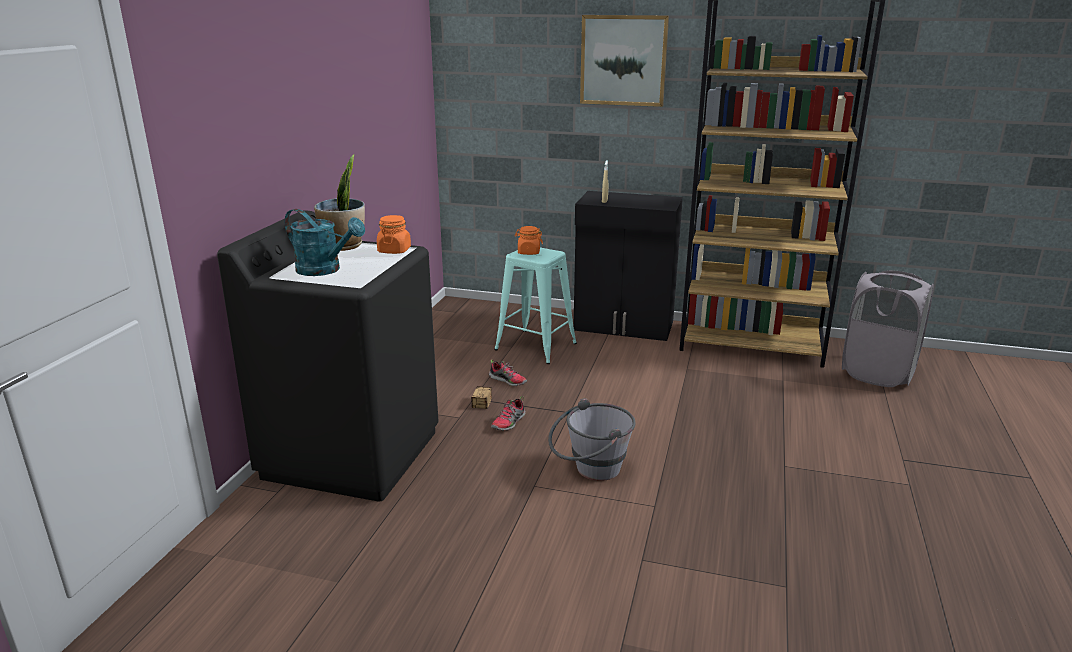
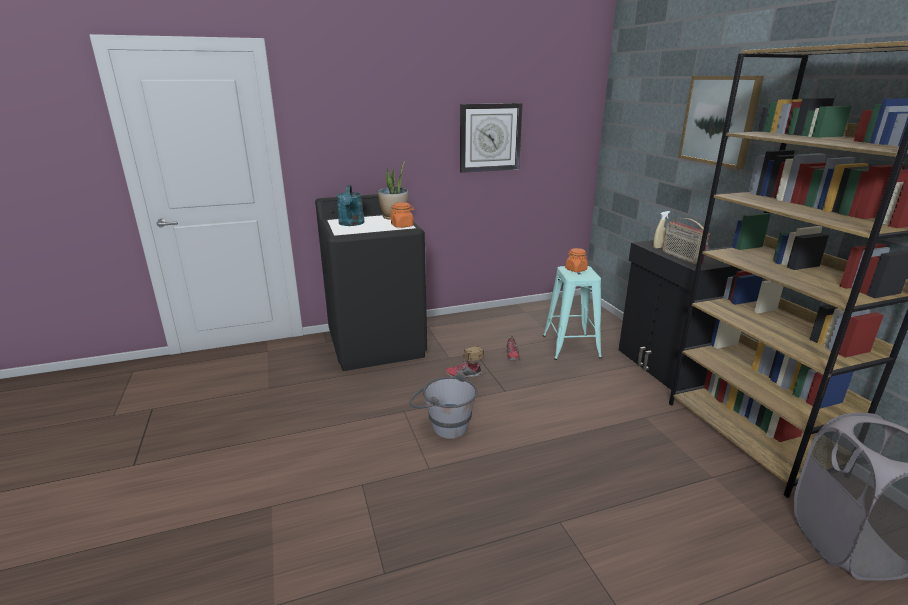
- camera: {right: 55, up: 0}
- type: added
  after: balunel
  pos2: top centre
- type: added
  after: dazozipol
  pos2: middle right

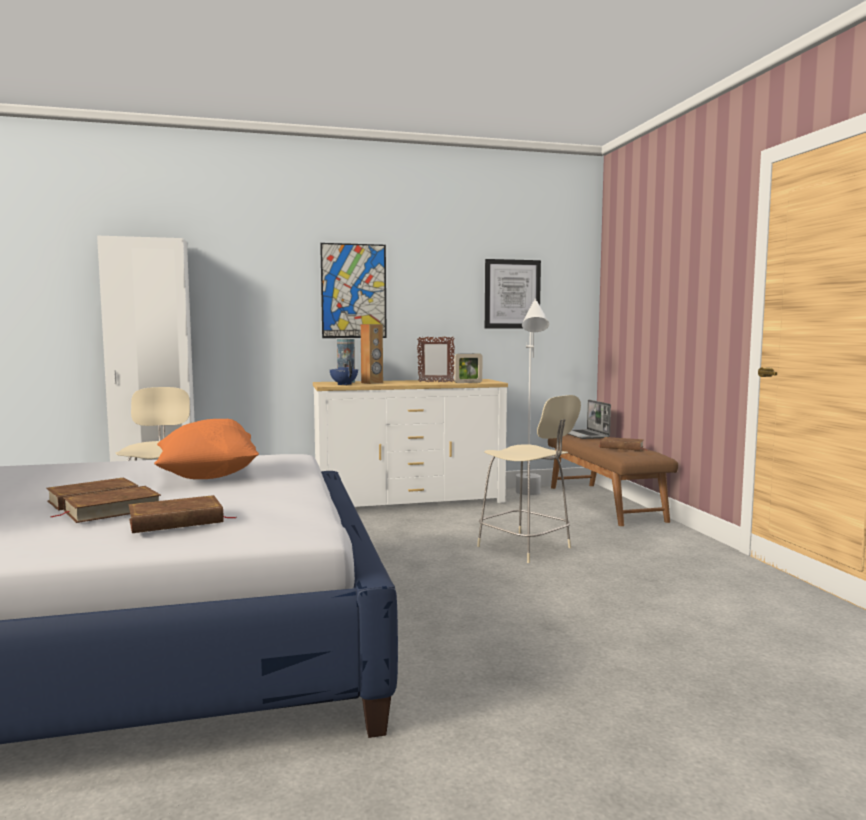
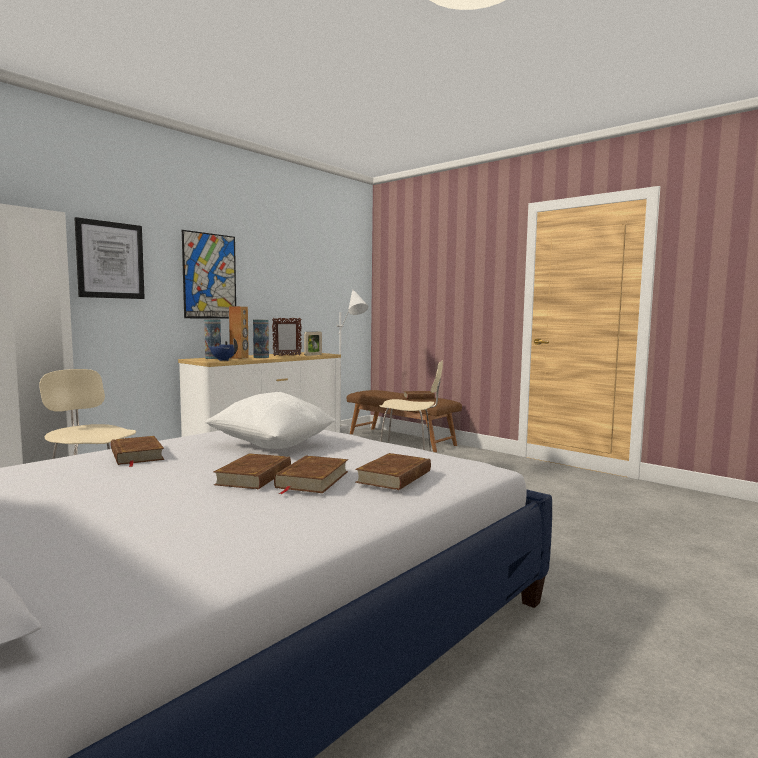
- camera: {right: -35, up: 0}
- type: moved
  before: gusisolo (2nd from left in the first image)
  after: gusisolo (1st from left)
  pos1: centre
  pos2: middle left
- type: added
  after: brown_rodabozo (1st from left)
  pos2: middle left
- type: recoloured
  before: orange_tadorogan
  after: white_tadorogan
  pos1: middle left
  pos2: centre
- type: added
  after: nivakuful (2nd from left)
  pos2: centre
- type: removed
  before: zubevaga
  pos1: middle right

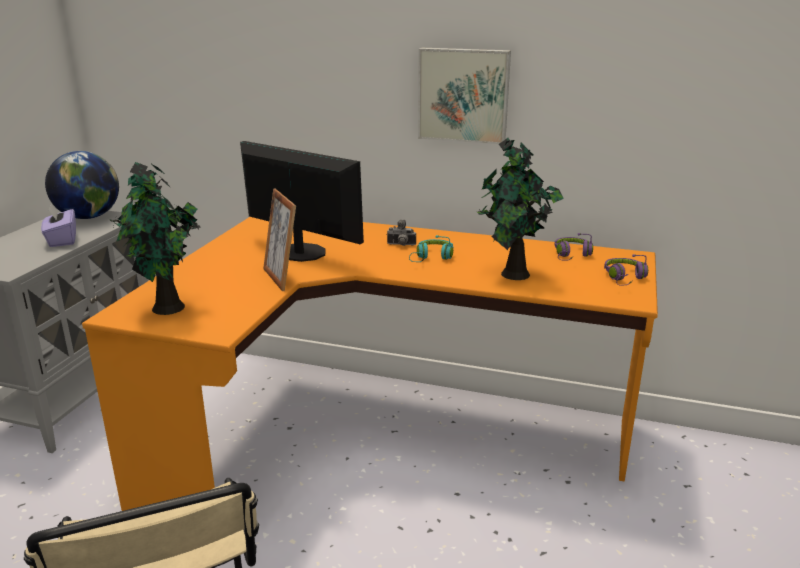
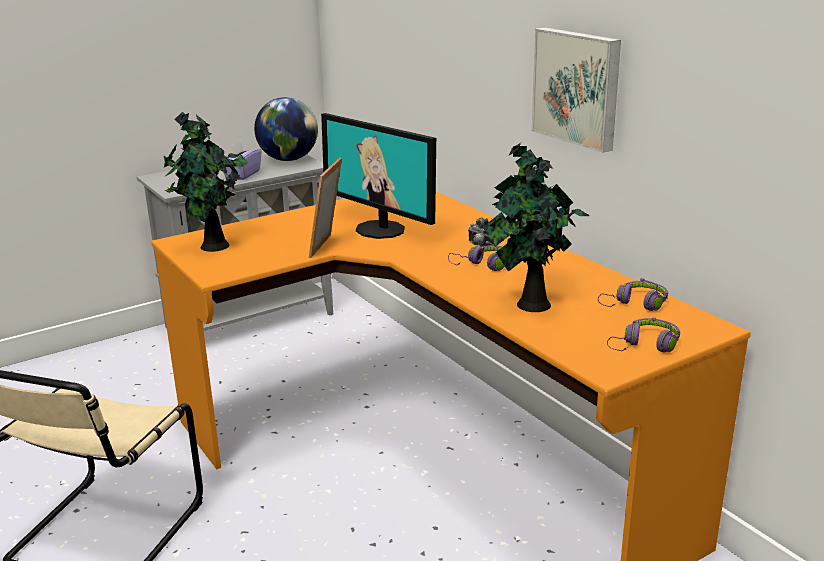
- camera: {right: 40, up: 0}
- type: turned
  before: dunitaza
  pos1: centre
  pos2: top centre
  turn: 150
- type: recoloured
  before: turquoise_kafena
  after: purple_kafena (1st from left)
  pos1: centre
  pos2: centre

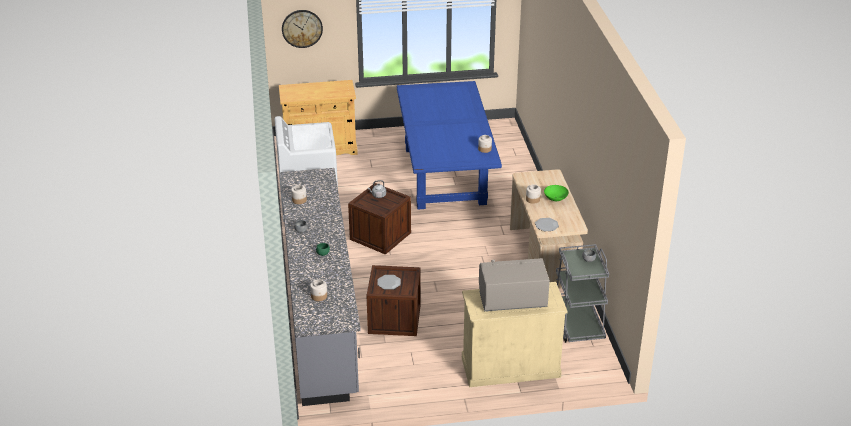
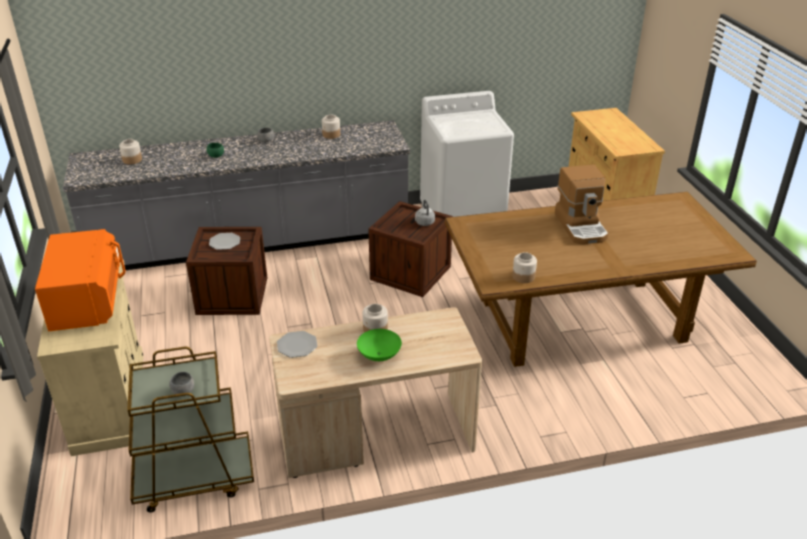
- camera: {right: 85, up: 0}
- type: recoloured
  before: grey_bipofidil
  after: orange_bipofidil
  pos1: bottom centre
  pos2: middle left
- type: recoloured
  before: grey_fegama
  after: brown_fegama
  pos1: bottom right
  pos2: bottom left
- type: recoloured
  before: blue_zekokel
  after: brown_zekokel
  pos1: centre
  pos2: middle right
- type: added
  after: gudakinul
  pos2: middle right
- type: removed
  before: balunel
  pos1: top centre

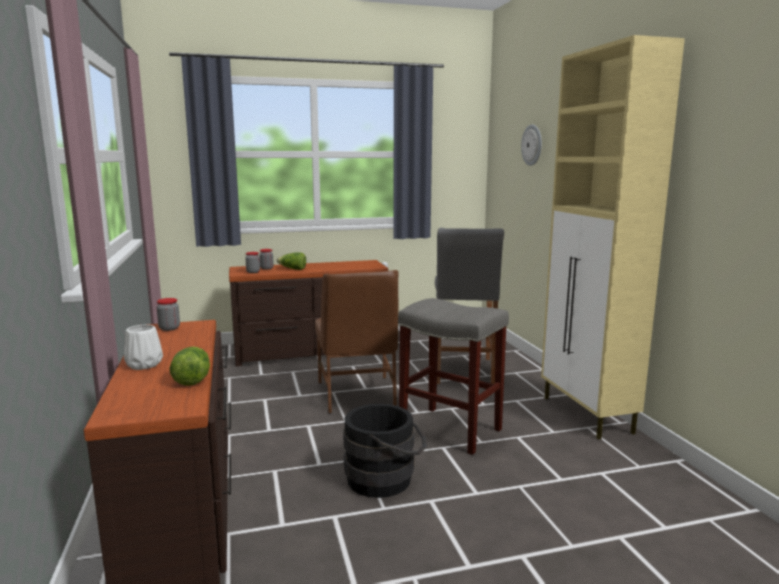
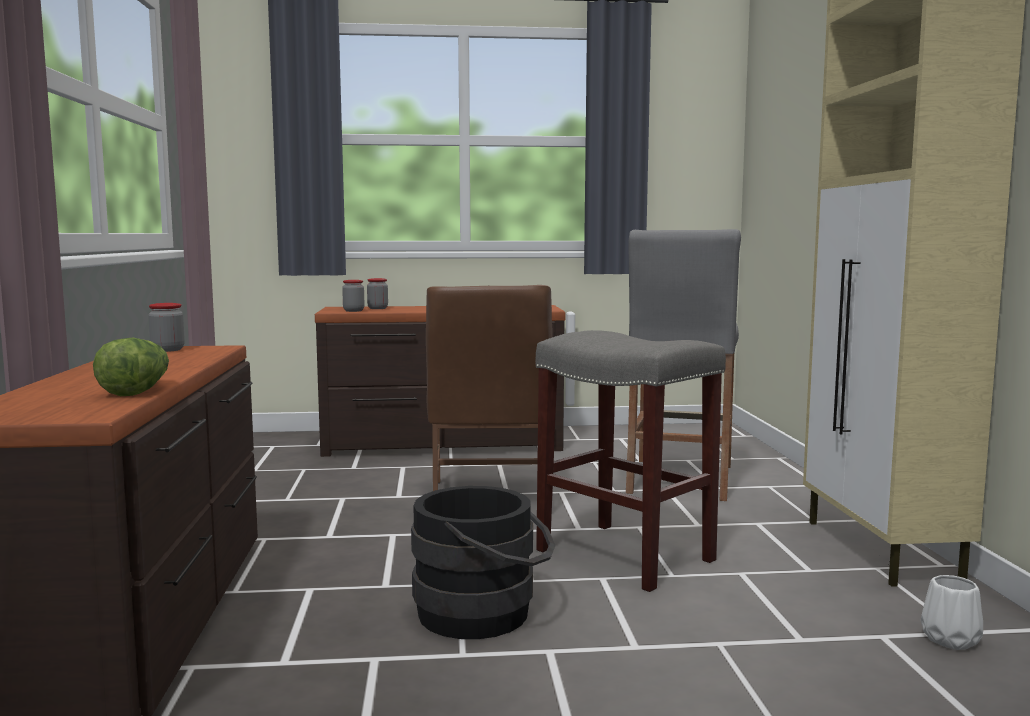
- camera: {right: 10, up: -5}
- type: moved
  before: white_nivakuful
  pos1: middle left
  pos2: bottom right
- type: removed
  before: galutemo (2nd from left)
  pos1: centre
- type: removed
  before: balunel
  pos1: top right

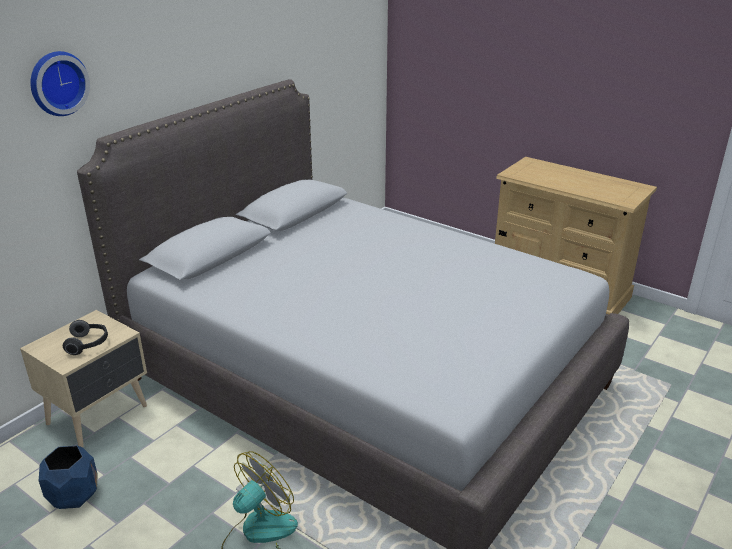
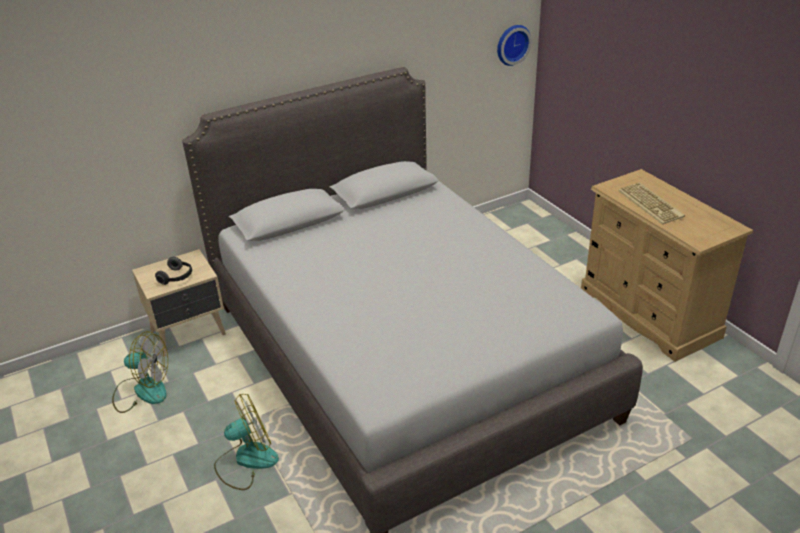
- camera: {right: 25, up: 5}
- type: replaced
  before: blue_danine
  after: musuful (1st from left)
  pos1: bottom left
  pos2: bottom left
- type: moved
  before: balunel
  pos1: top left
  pos2: top centre
- type: added
  after: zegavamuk
  pos2: middle right

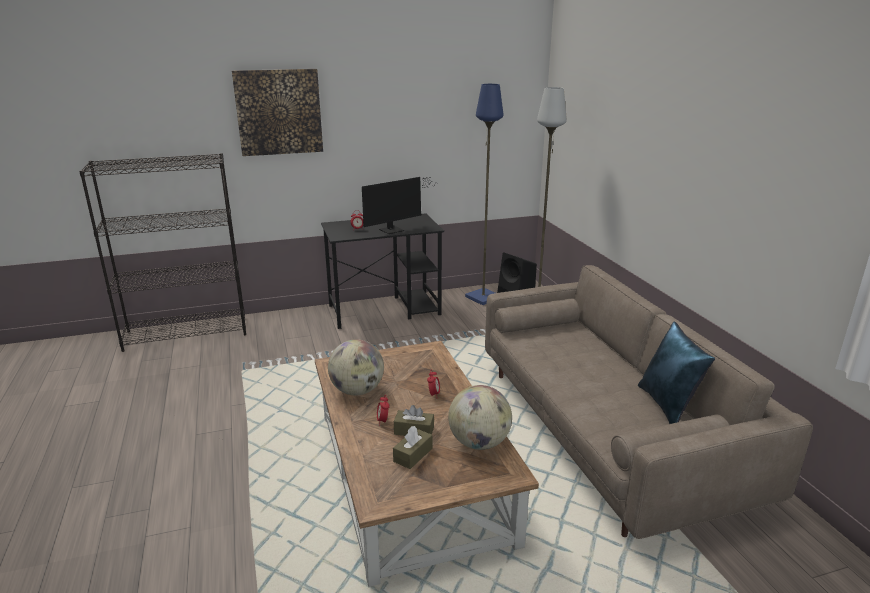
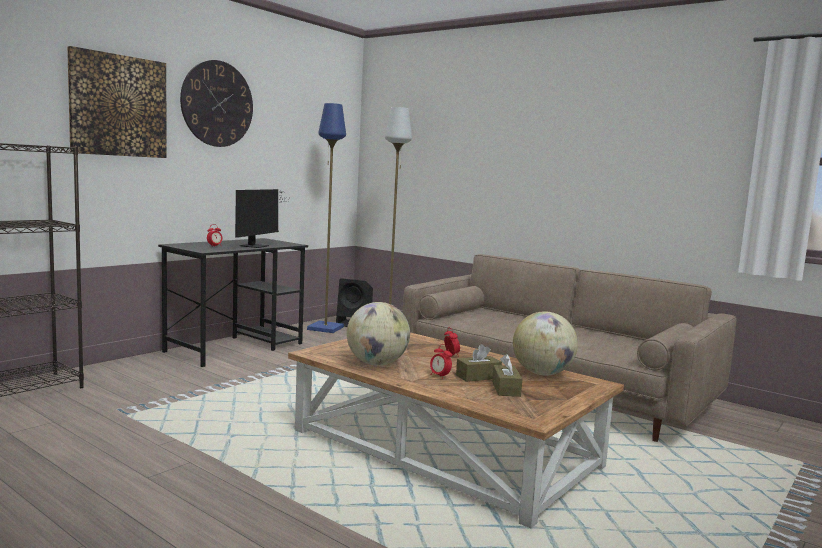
- camera: {right: -35, up: -15}
- type: added
  after: balunel
  pos2: top left
- type: removed
  before: blue_tadorogan
  pos1: middle right

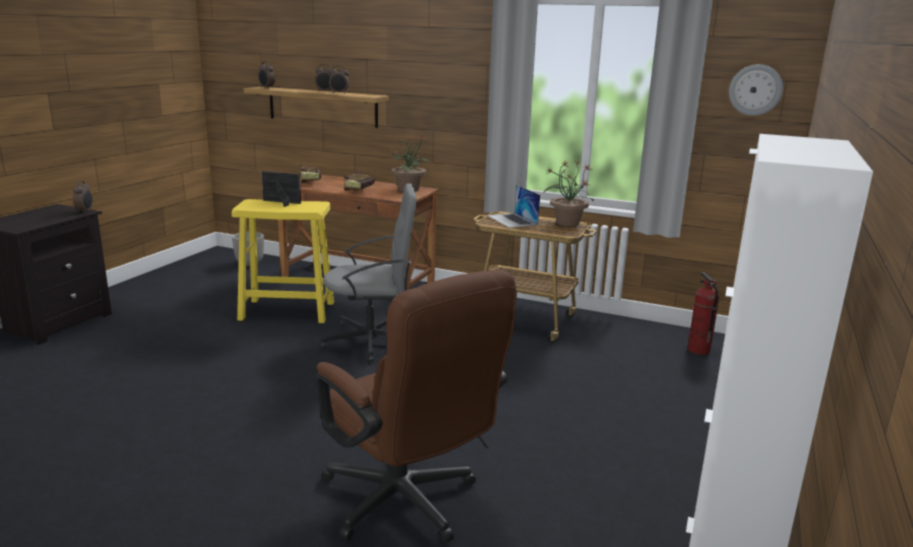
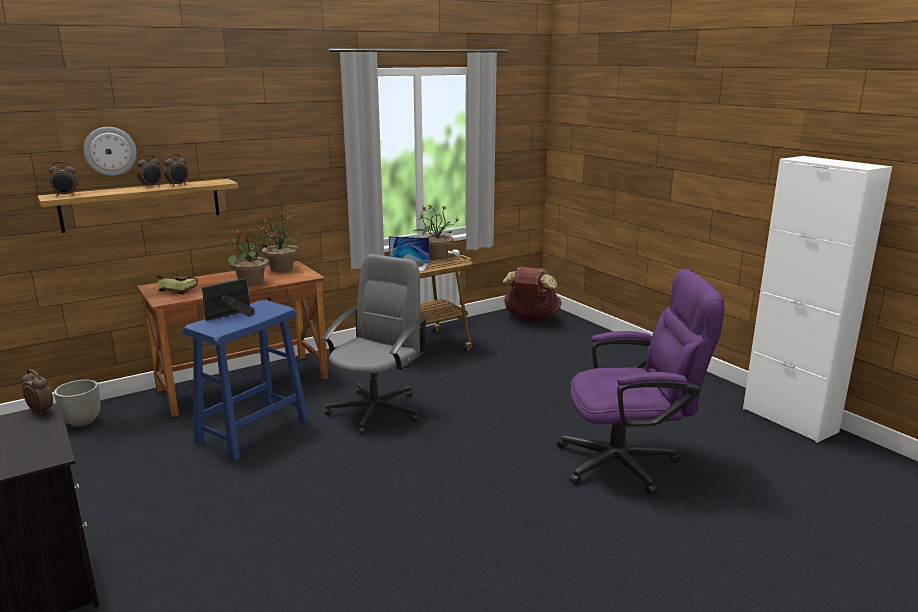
- camera: {right: -55, up: 0}
- type: moved
  before: balunel
  pos1: top right
  pos2: top left
- type: recoloured
  before: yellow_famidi
  after: blue_famidi
  pos1: middle left
  pos2: middle left
- type: replaced
  before: rodabozo (2nd from left)
  after: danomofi (1st from left)
  pos1: top centre
  pos2: middle left
- type: replaced
  before: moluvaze
  after: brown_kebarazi
  pos1: middle right
  pos2: centre
- type: recoloured
  before: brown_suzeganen
  after: purple_suzeganen
  pos1: bottom centre
  pos2: middle right

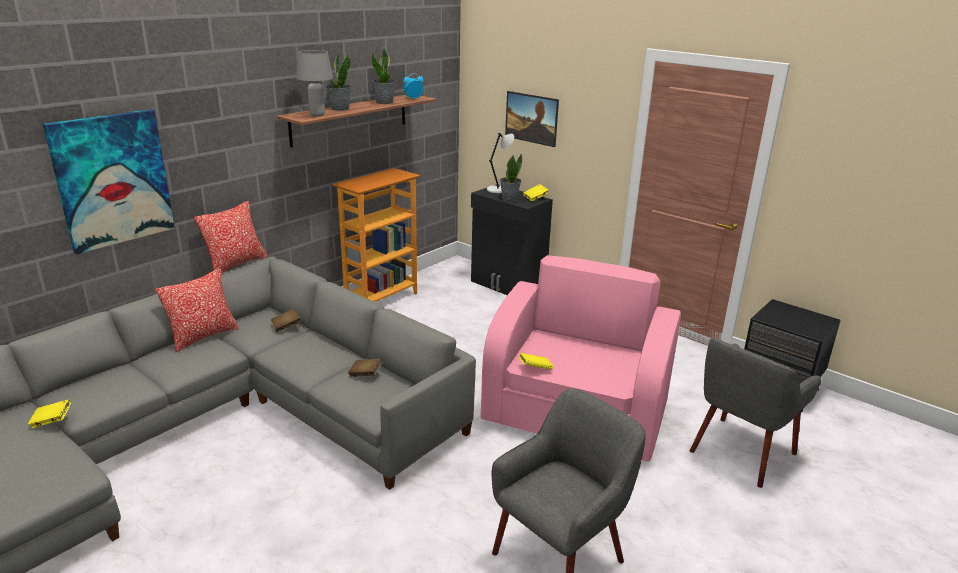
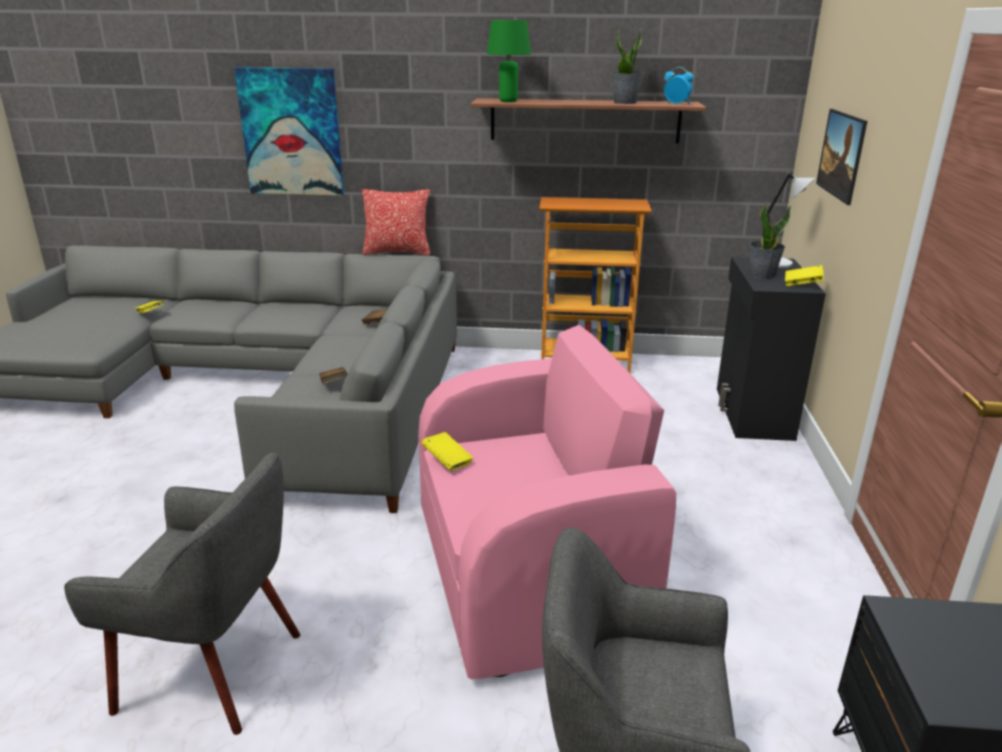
- camera: {right: 55, up: 0}
- type: recoloured
  before: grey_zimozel (1st from left)
  after: green_zimozel
  pos1: top left
  pos2: top centre
- type: removed
  before: tadorogan (1st from left)
  pos1: middle left
- type: removed
  before: danomofi (1st from left)
  pos1: top centre

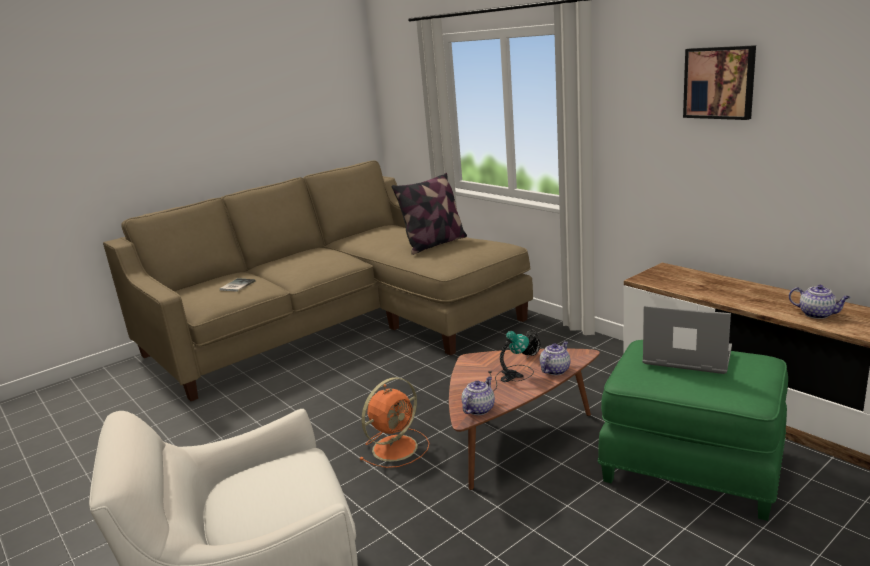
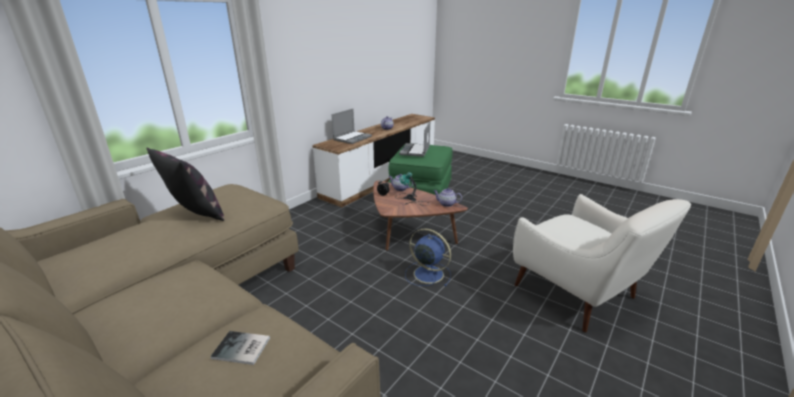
- camera: {right: -105, up: 5}
- type: added
  after: zubevaga (1st from left)
  pos2: top centre
- type: recoloured
  before: orange_musuful
  after: blue_musuful
  pos1: bottom centre
  pos2: centre
- type: removed
  before: gusisolo
  pos1: top right

